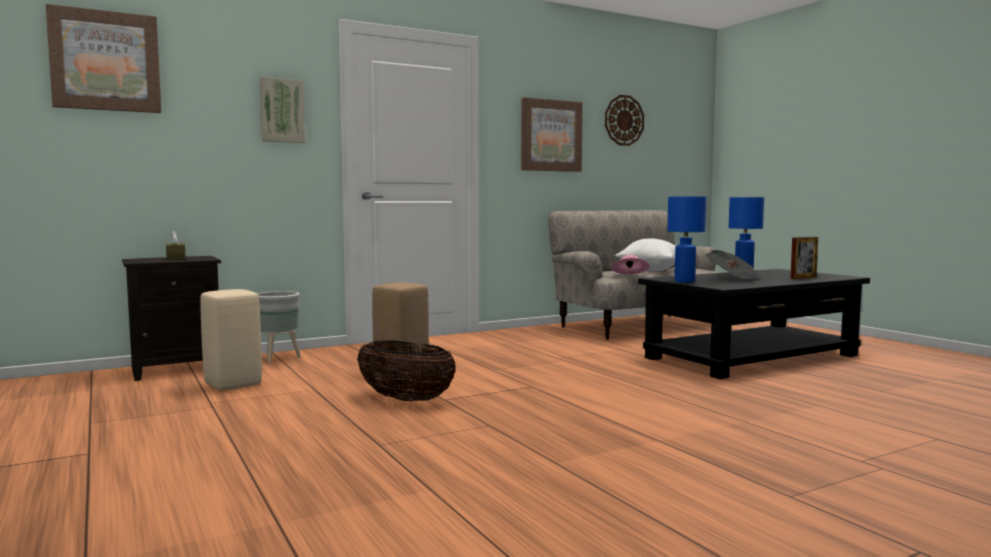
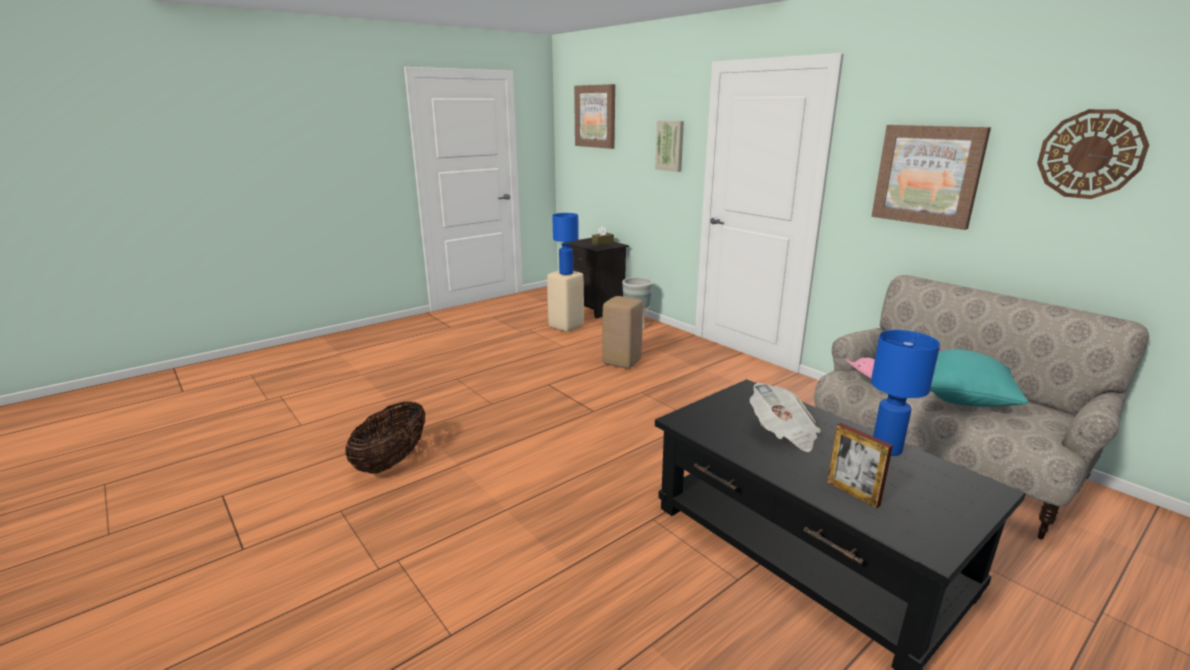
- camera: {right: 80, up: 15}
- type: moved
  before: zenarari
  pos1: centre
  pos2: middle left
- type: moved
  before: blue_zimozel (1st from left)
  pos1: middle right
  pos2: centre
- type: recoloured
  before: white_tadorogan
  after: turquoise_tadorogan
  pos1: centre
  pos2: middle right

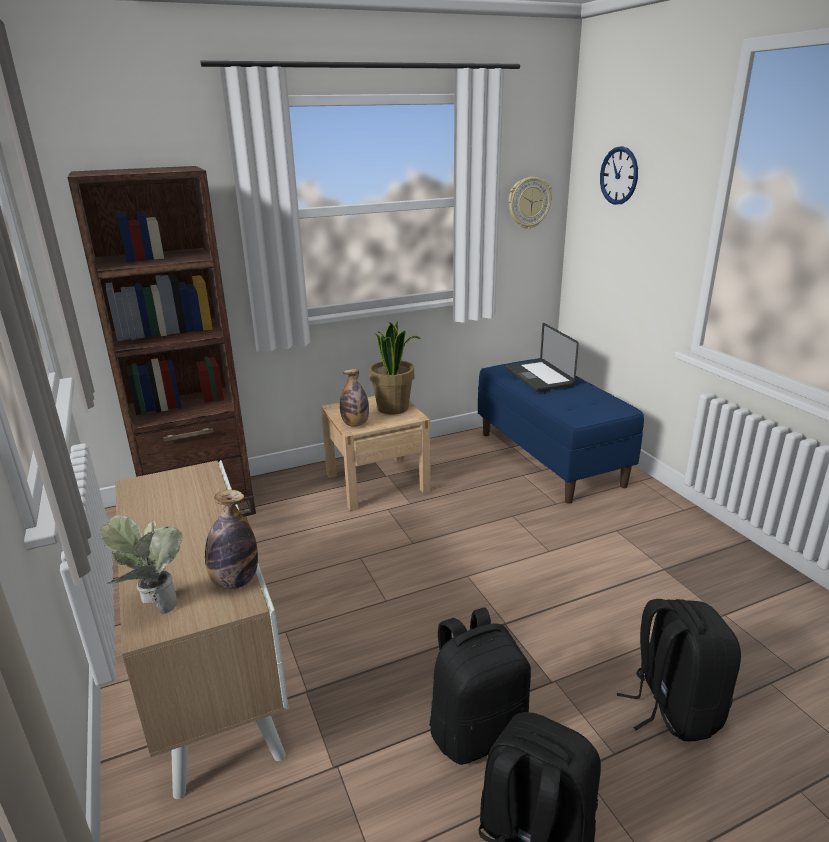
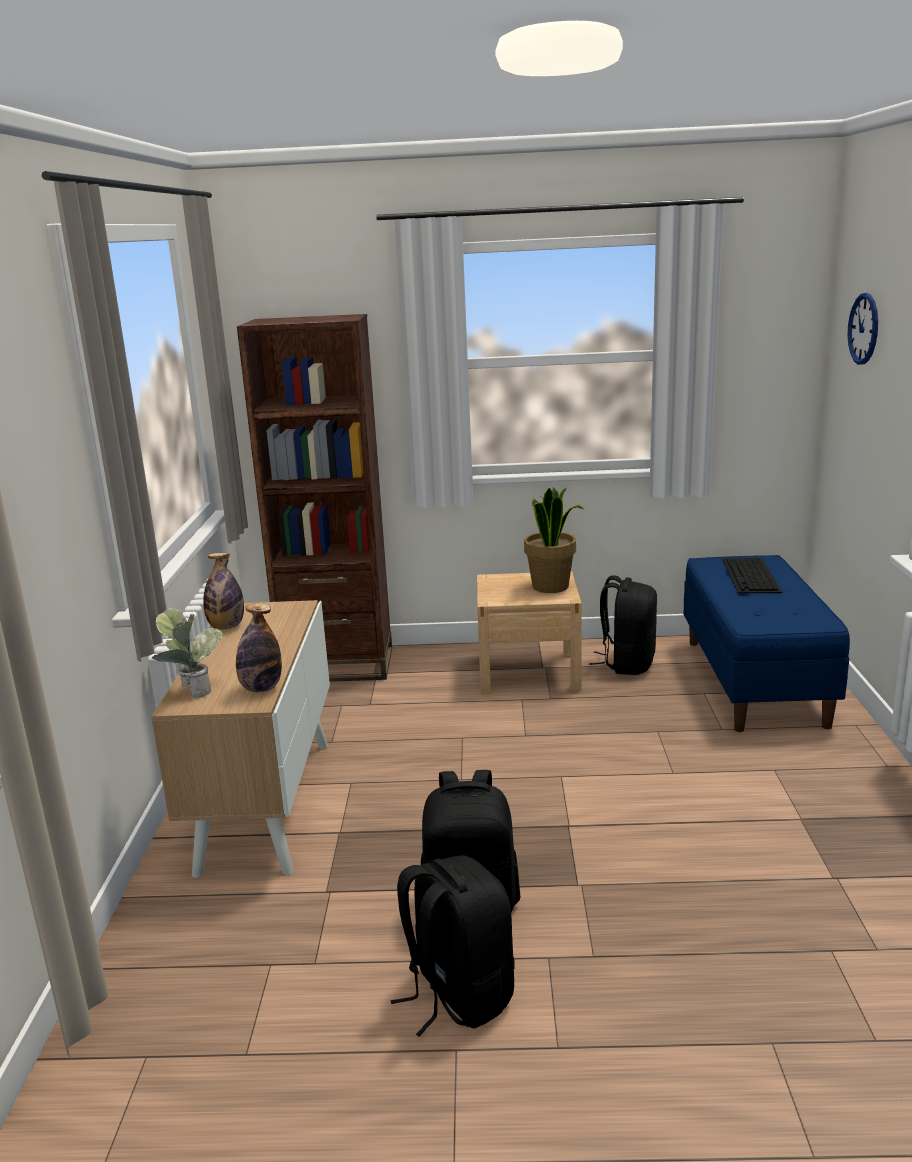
- camera: {right: 25, up: -5}
- type: moved
  before: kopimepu (2nd from left in the first image)
  after: kopimepu (1st from left)
  pos1: centre
  pos2: middle left
- type: moved
  before: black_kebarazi (3rd from left)
  pos1: bottom right
  pos2: middle right
- type: replaced
  before: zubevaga
  after: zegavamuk
  pos1: centre
  pos2: middle right
- type: removed
  before: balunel (1st from left)
  pos1: top centre

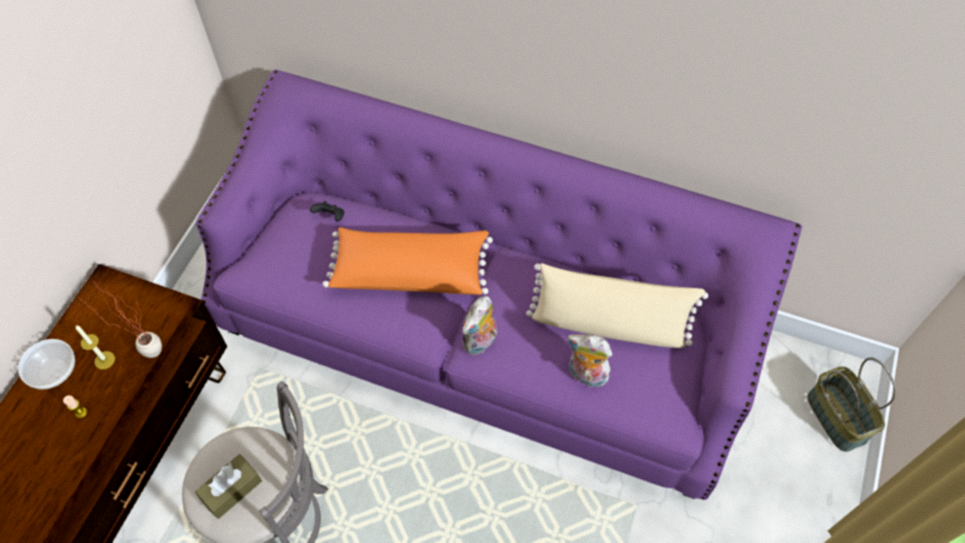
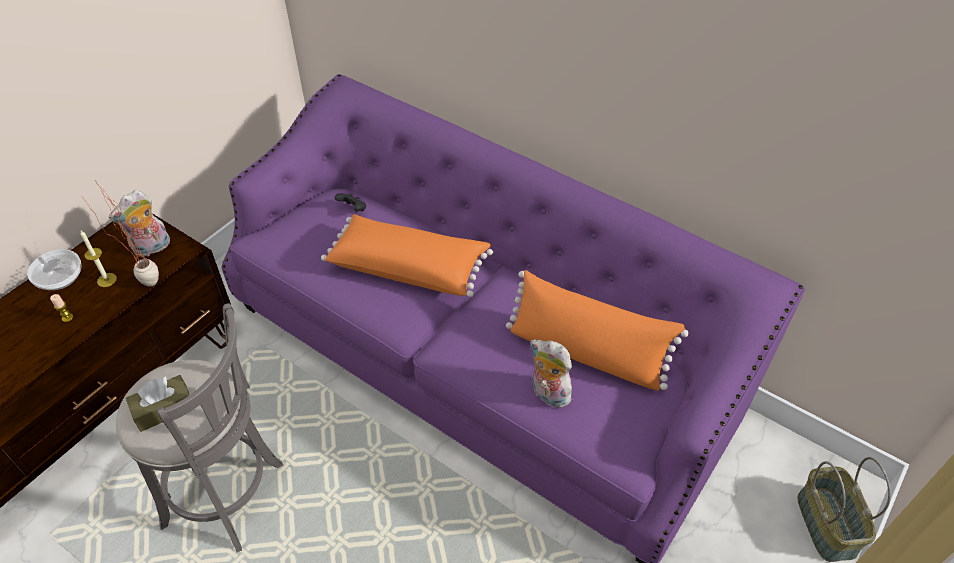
- camera: {right: 15, up: -10}
- type: moved
  before: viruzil (1st from left)
  pos1: centre
  pos2: middle left
- type: recoloured
  before: beige_tadorogan
  after: orange_tadorogan (2nd from left)
  pos1: centre
  pos2: centre

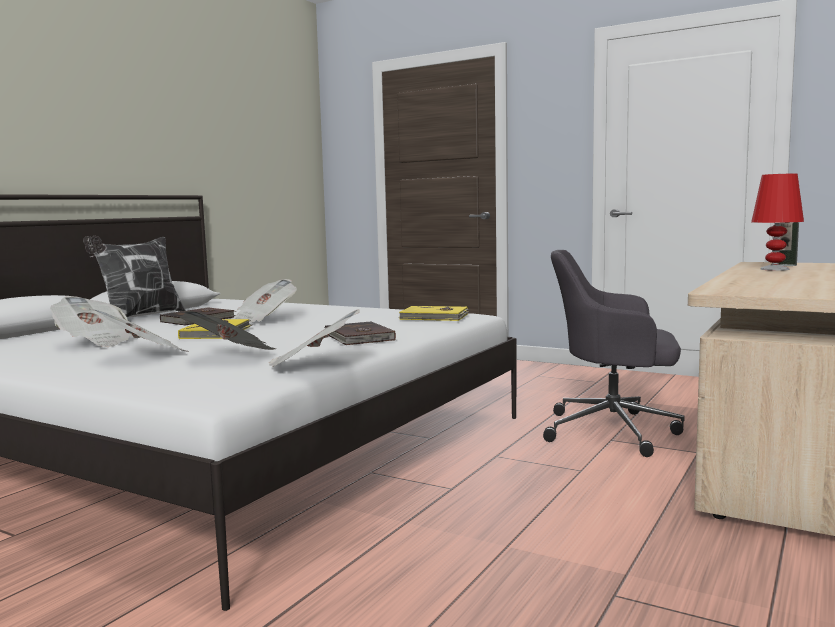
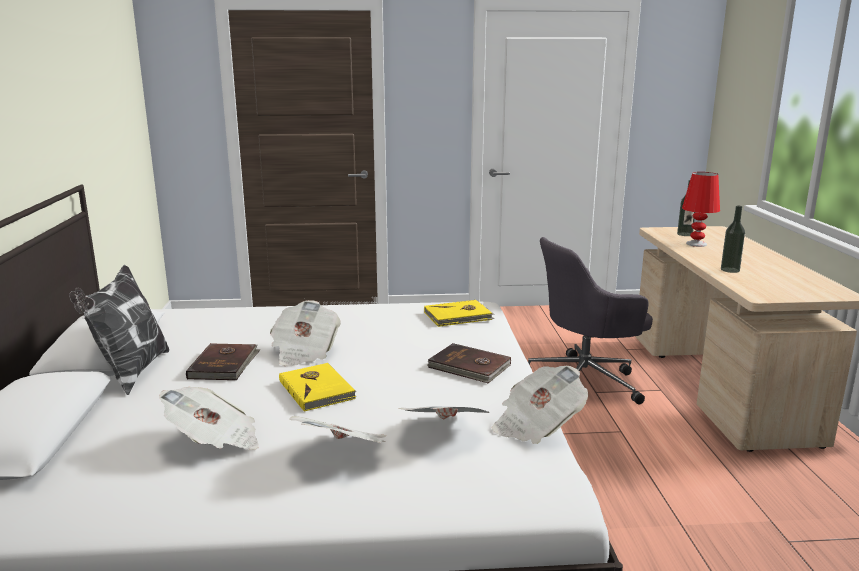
- camera: {right: -35, up: 10}
- type: added
  after: kopimepu (2nd from left)
  pos2: middle right

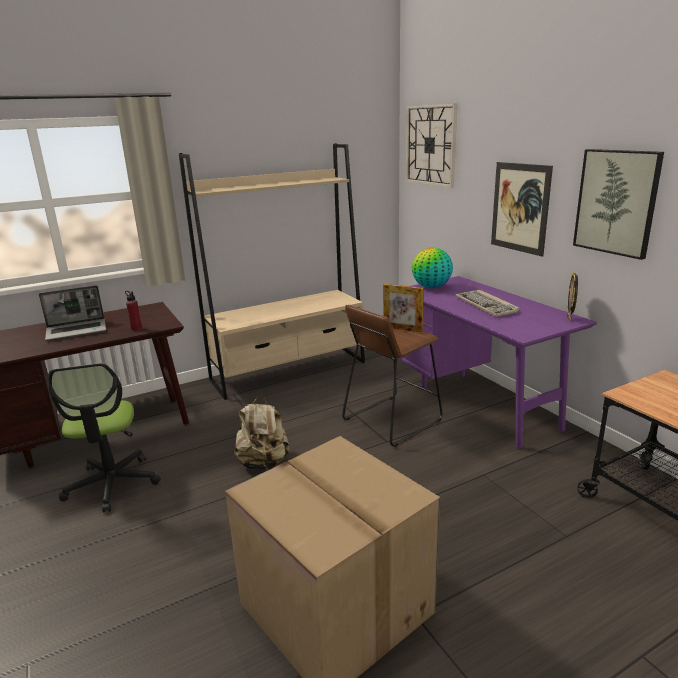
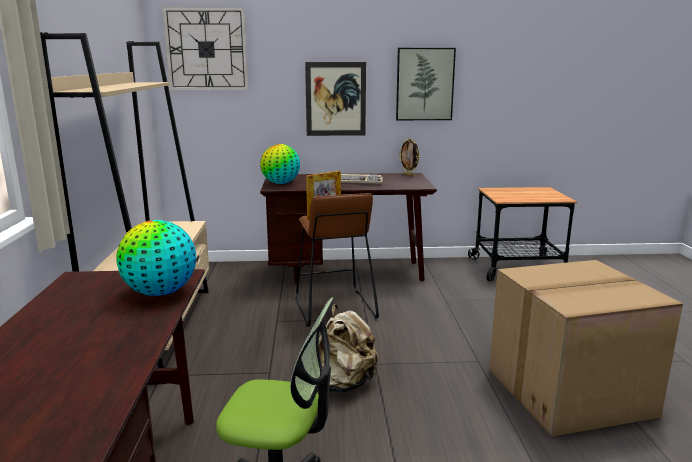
- camera: {right: -65, up: -5}
- type: replaced
  before: red_kopimepu
  after: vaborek (1st from left)
  pos1: middle left
  pos2: middle left
- type: recoloured
  before: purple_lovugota
  after: brown_lovugota (2nd from left)
  pos1: middle right
  pos2: centre
- type: removed
  before: zubevaga
  pos1: middle left

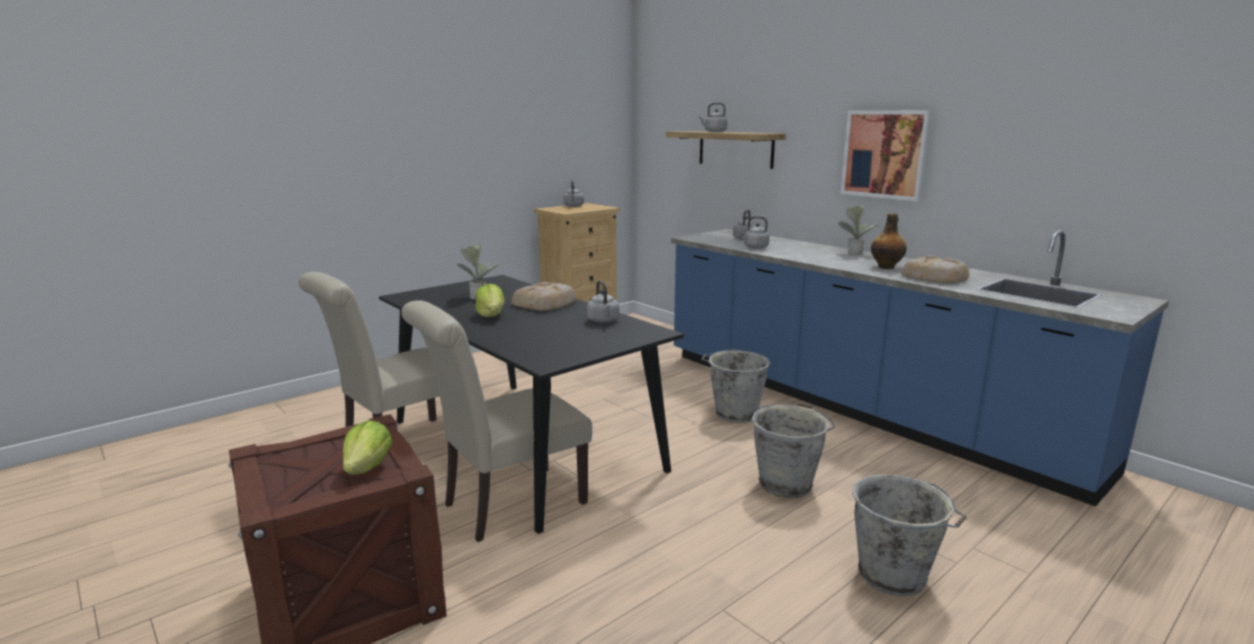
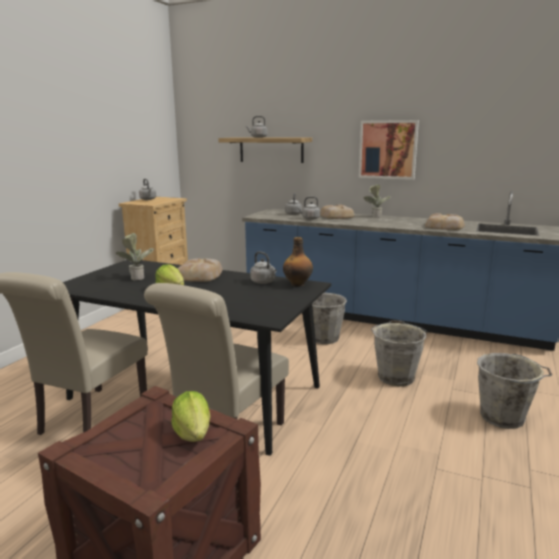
- camera: {right: -25, up: 0}
- type: moved
  before: kopimepu
  pos1: middle right
  pos2: centre
- type: added
  after: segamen (2nd from left)
  pos2: centre

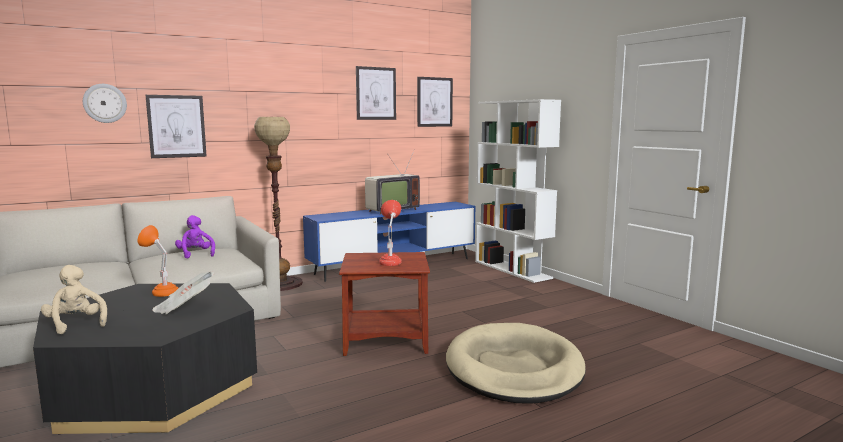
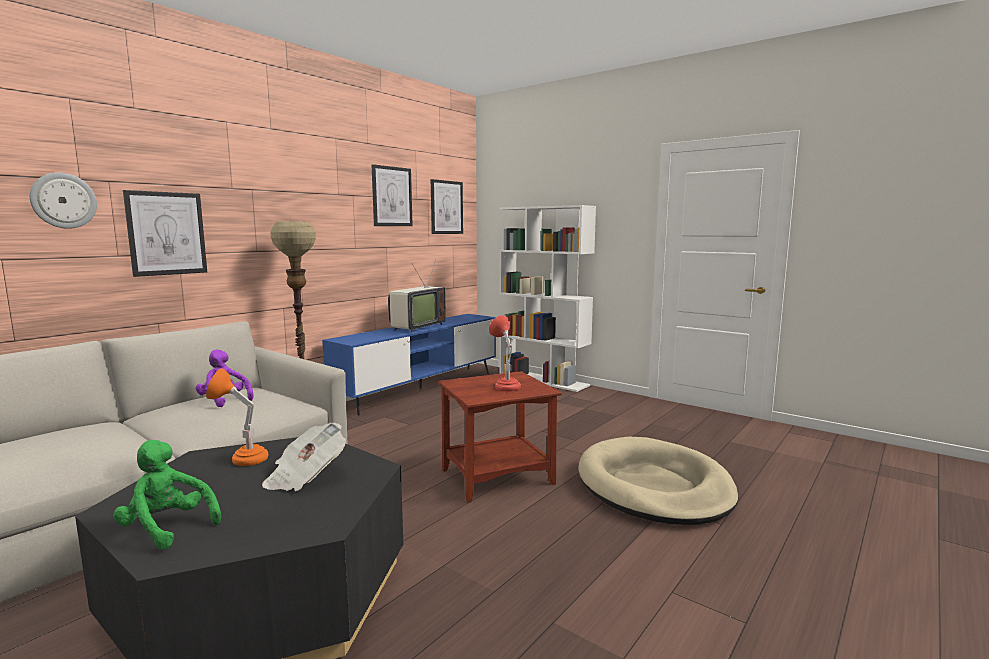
- camera: {right: -20, up: 0}
- type: recoloured
  before: beige_viruzil
  after: green_viruzil
  pos1: bottom left
  pos2: bottom left

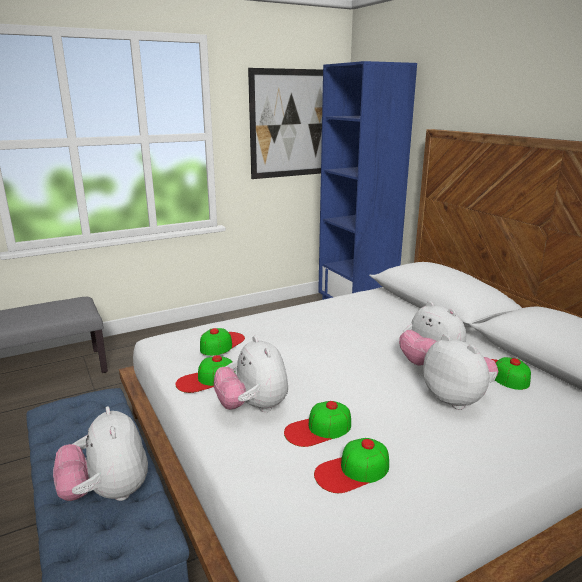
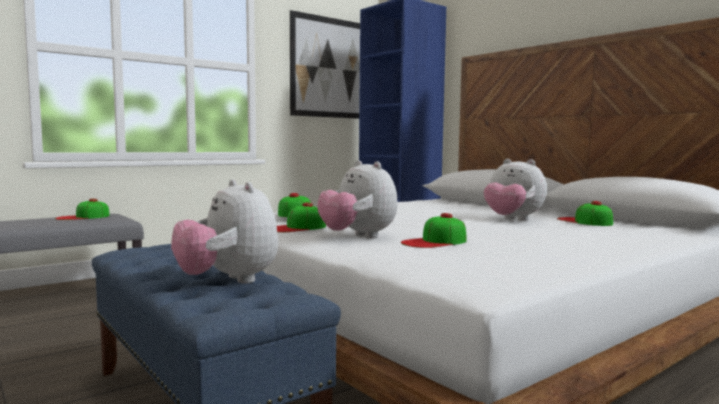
- camera: {right: -10, up: -15}
- type: moved
  before: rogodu (4th from left in the first image)
  after: rogodu (1st from left)
  pos1: bottom centre
  pos2: middle left
- type: removed
  before: viruzil (4th from left)
  pos1: middle right

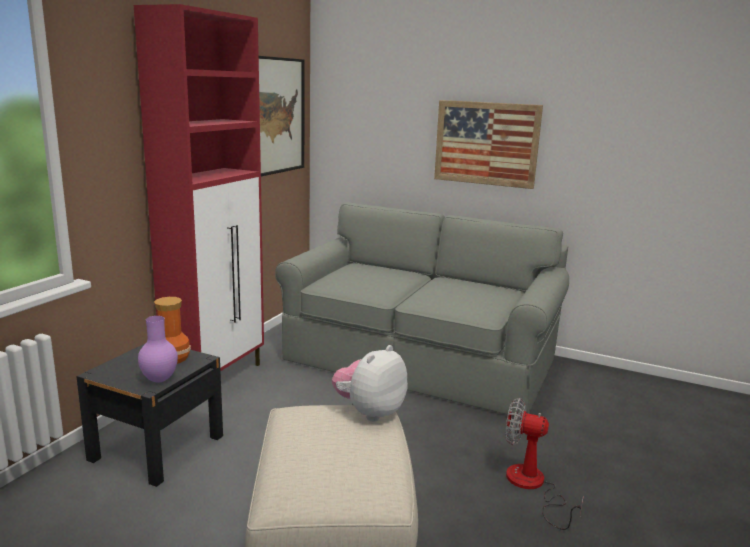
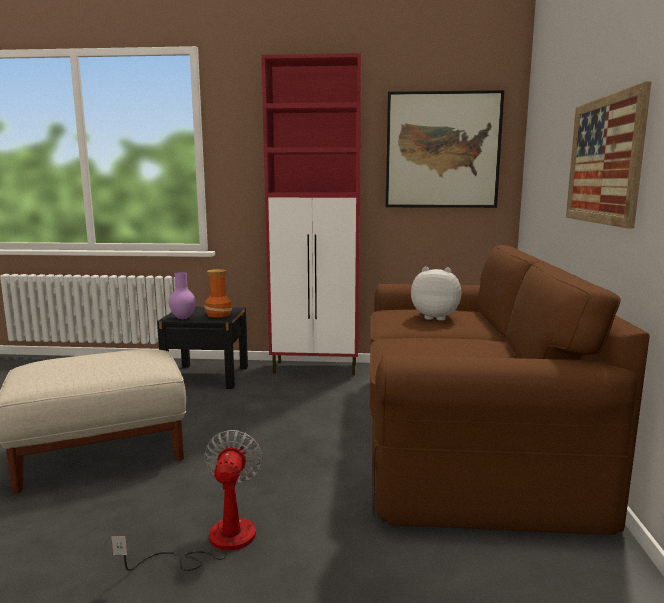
- camera: {right: 70, up: -5}
- type: recoloured
  before: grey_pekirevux
  after: brown_pekirevux
  pos1: centre
  pos2: middle right
- type: moved
  before: viruzil
  pos1: bottom centre
  pos2: centre

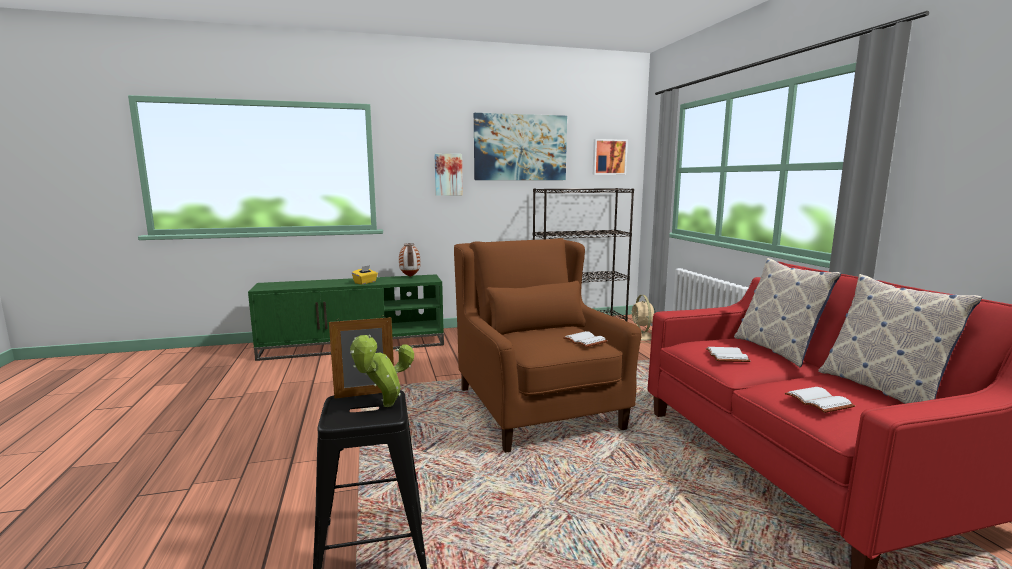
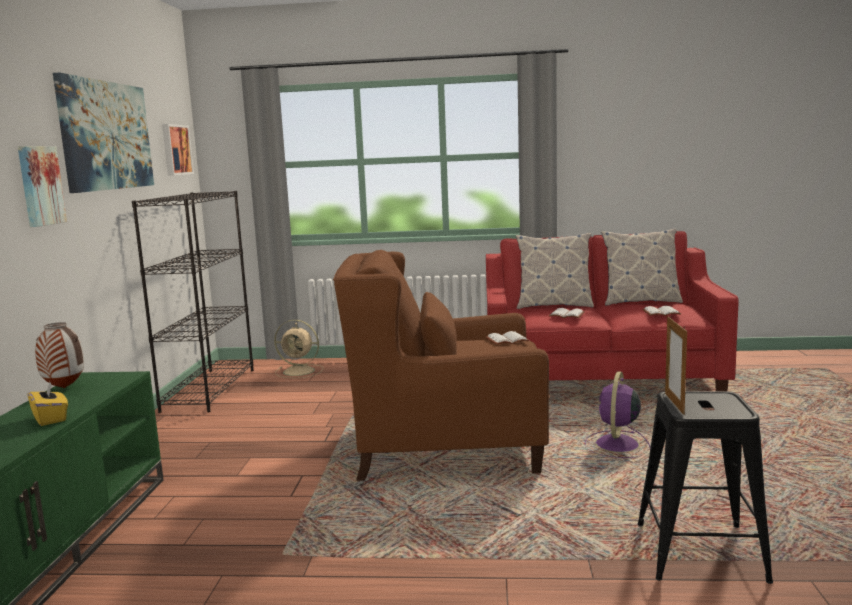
- camera: {right: -70, up: 0}
- type: added
  after: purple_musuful
  pos2: bottom right
- type: removed
  before: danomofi
  pos1: centre

